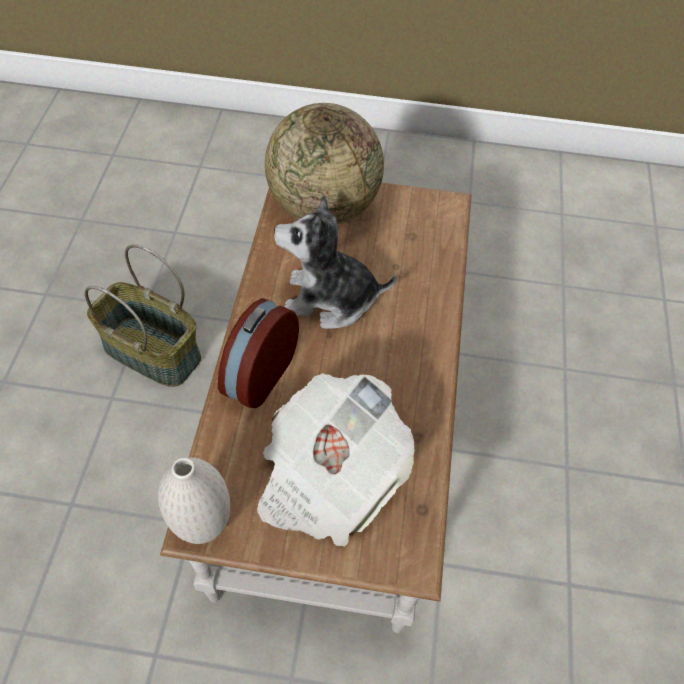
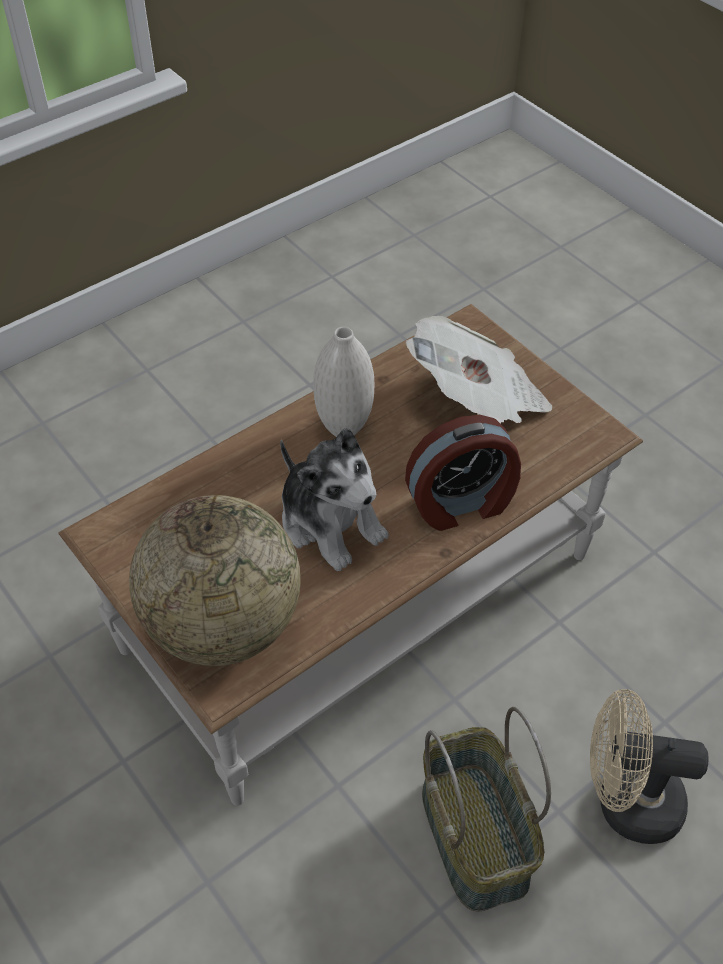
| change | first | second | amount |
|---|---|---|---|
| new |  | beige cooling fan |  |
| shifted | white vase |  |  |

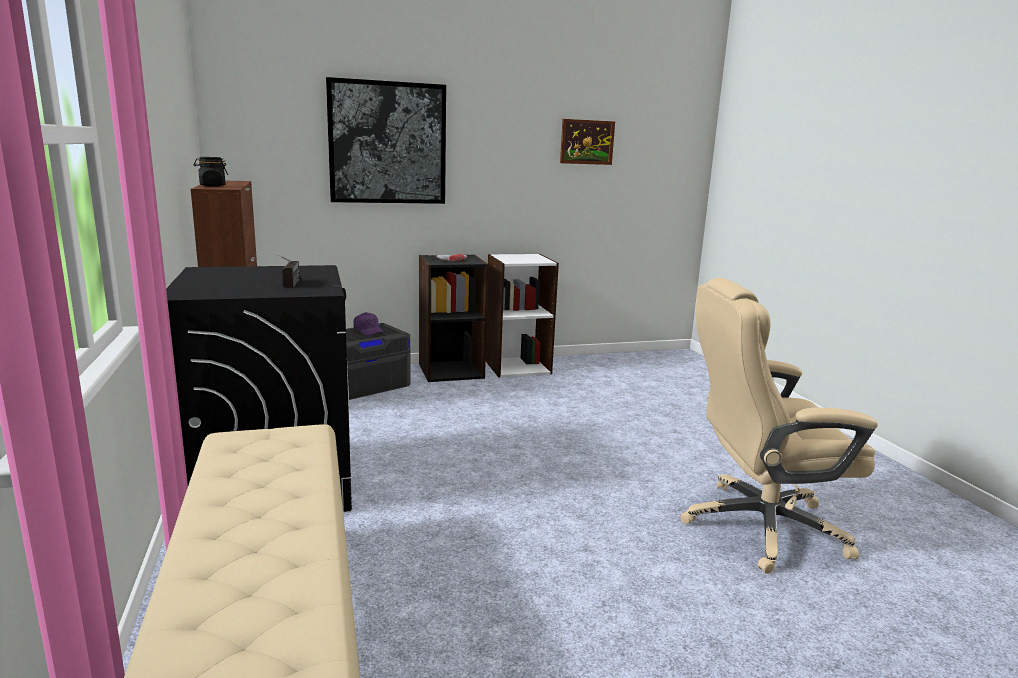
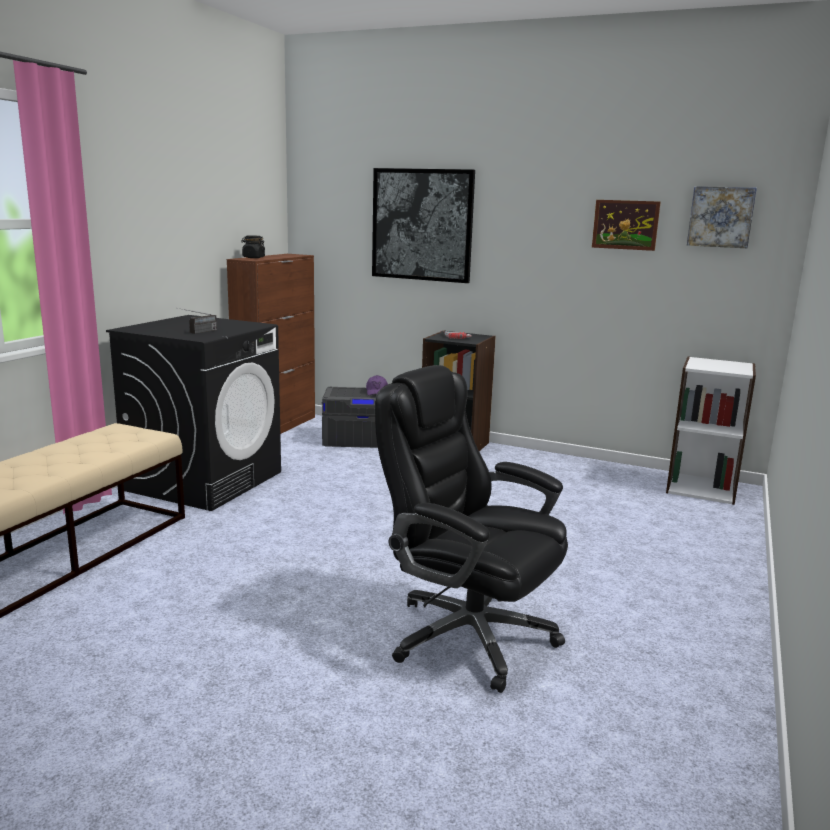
| change | first | second | amount |
|---|---|---|---|
| new |  | wall art (no. 3 from left) |  |
| shifted | white bookcase |  |  |
| repainted | beige computer chair | black computer chair |  |

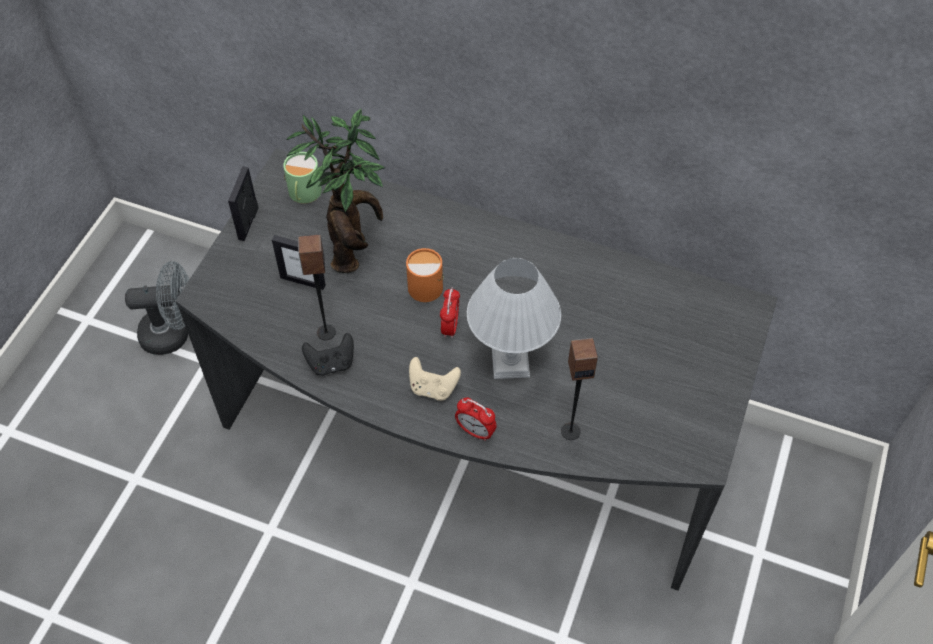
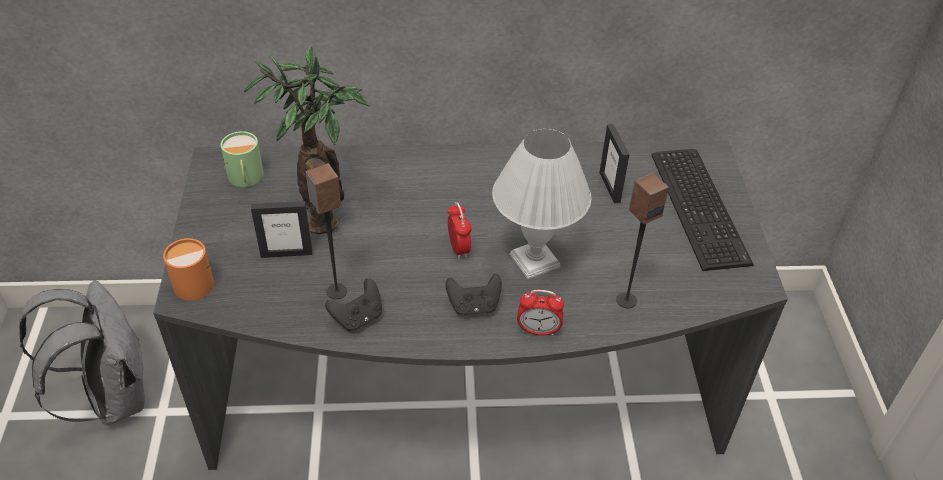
| change | first | second | amount |
|---|---|---|---|
| new |  | PC keyboard |  |
| shifted | picture frame (no. 1 from left in the first image) | picture frame (no. 2 from left) |  |
| shifted | orange mug |  |  |
| swapped | grey cooling fan | grey backpack |  |
| repainted | beige gamepad | black gamepad (no. 2 from left) |  |

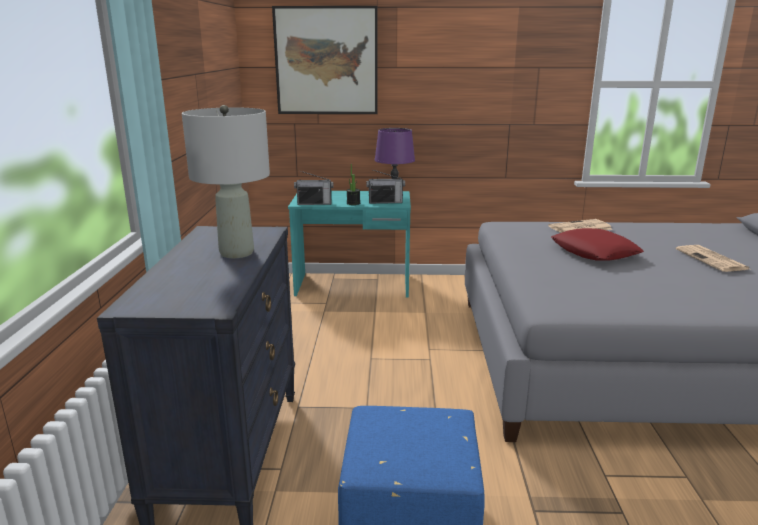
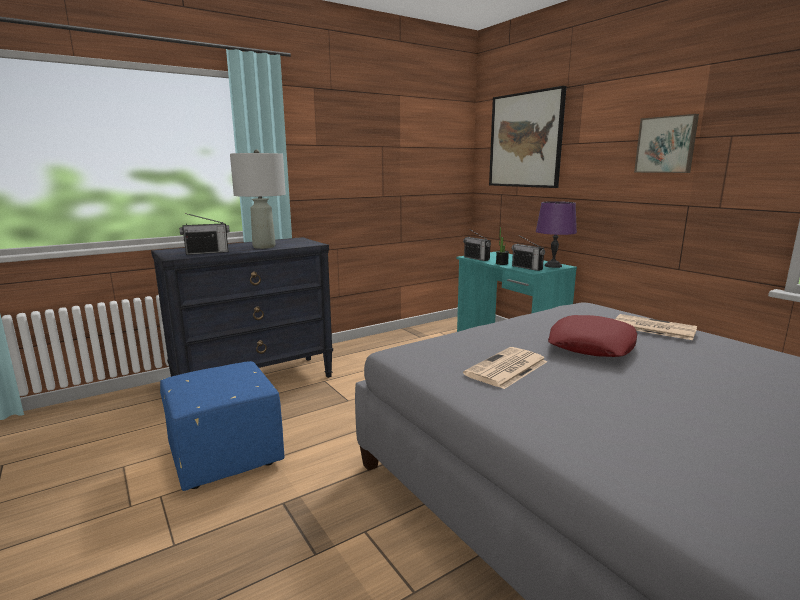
| change | first | second | amount |
|---|---|---|---|
| new |  | radio (no. 1 from left) |  |
| new |  | wall art (no. 2 from left) |  |
| shifted | printed paper (no. 2 from left in the first image) | printed paper (no. 1 from left) |  |

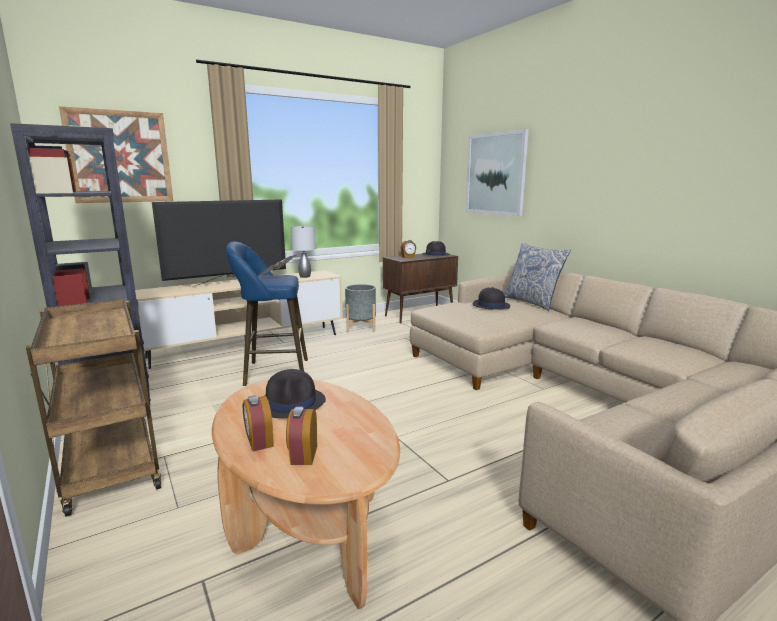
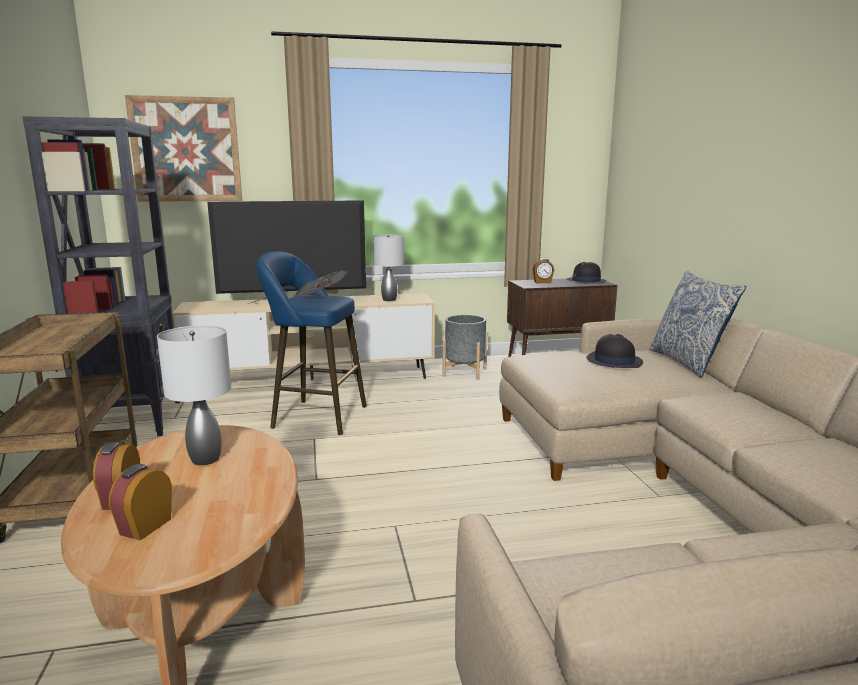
| change | first | second | amount |
|---|---|---|---|
| gone | wall art (no. 2 from left) |  |  |
| swapped | black clothing hat (no. 1 from left) | grey lamp for a table (no. 1 from left) |  |

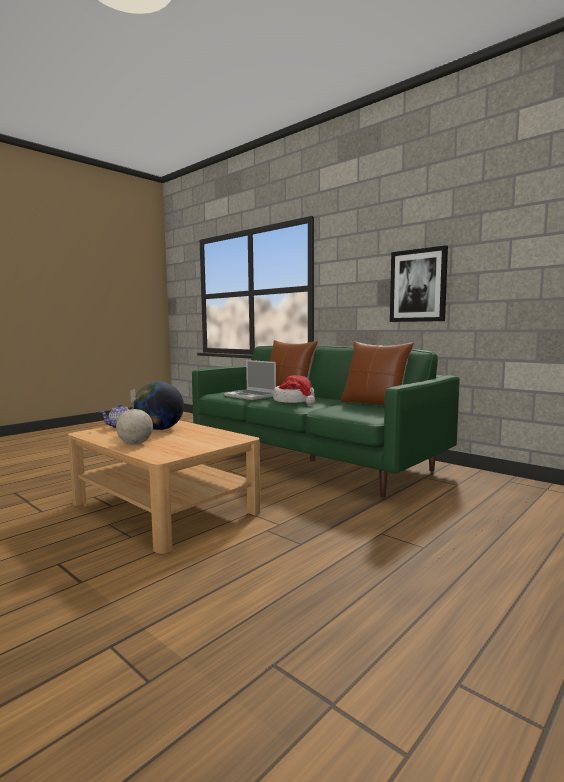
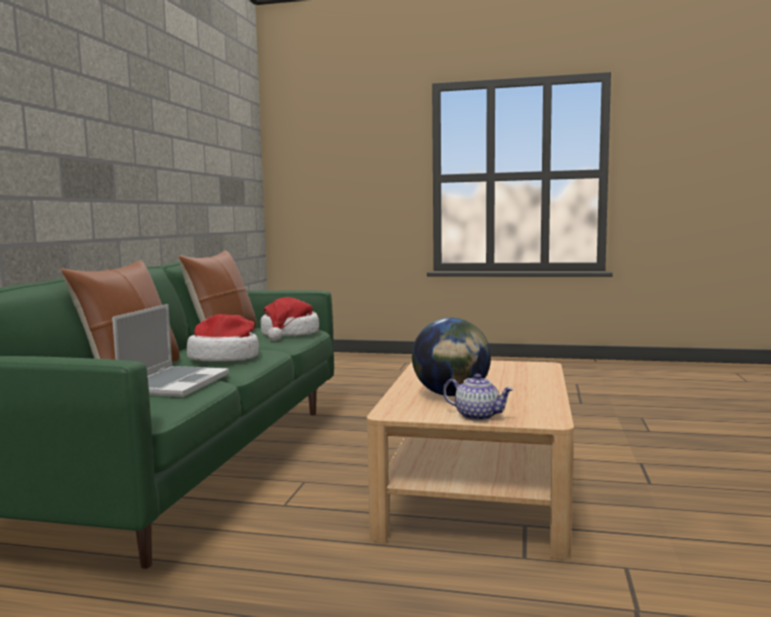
| change | first | second | amount |
|---|---|---|---|
| gone | globe (no. 1 from left) |  |  |
| gone | wall art |  |  |
| new |  | clothing hat (no. 2 from left) |  |

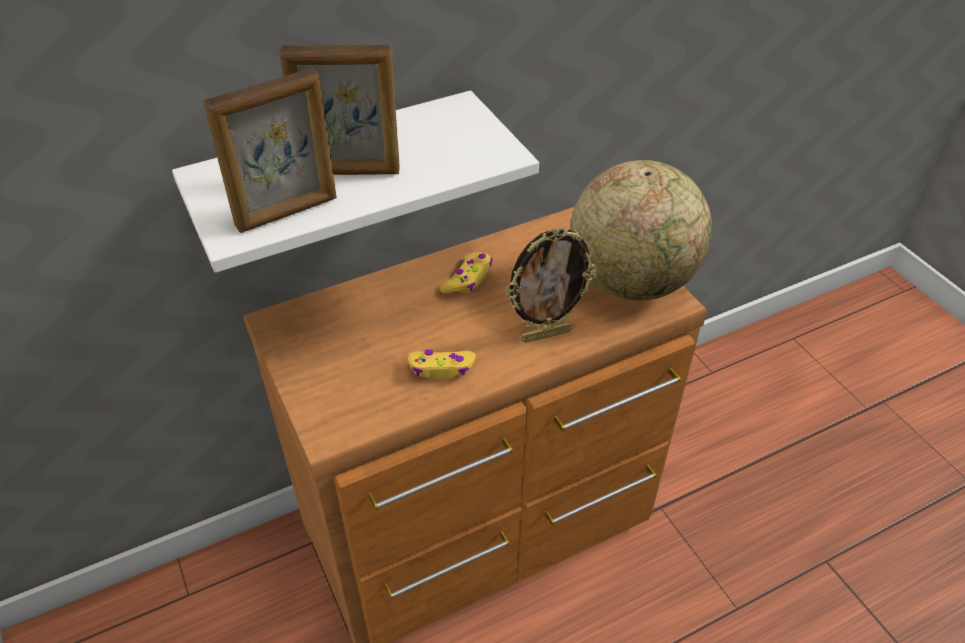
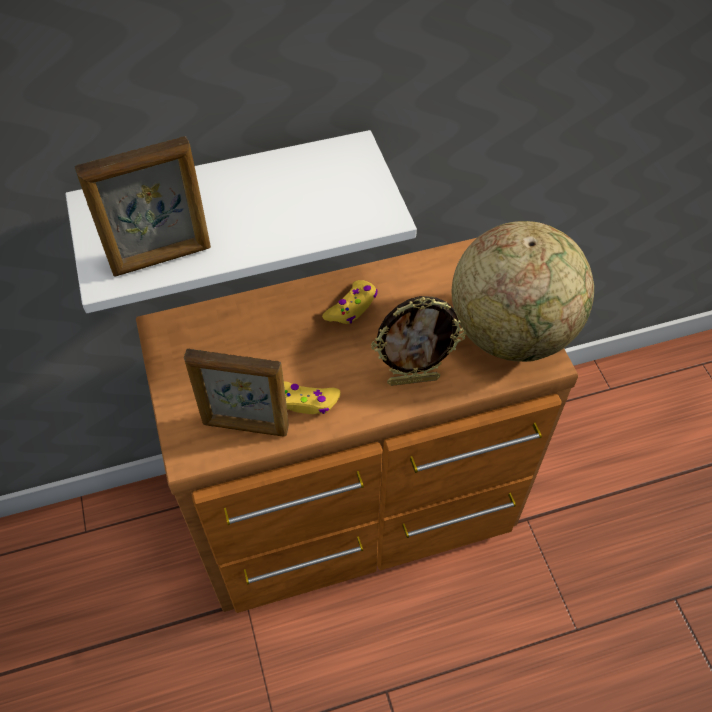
| change | first | second | amount |
|---|---|---|---|
| shifted | picture frame (no. 2 from left) |  |  |

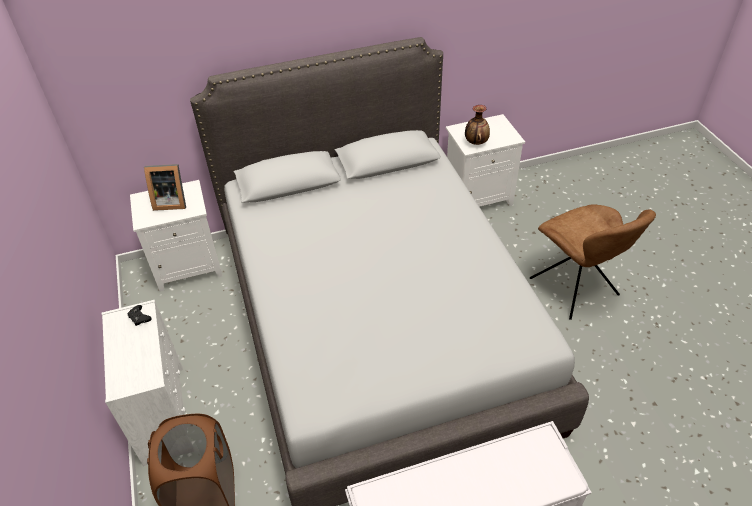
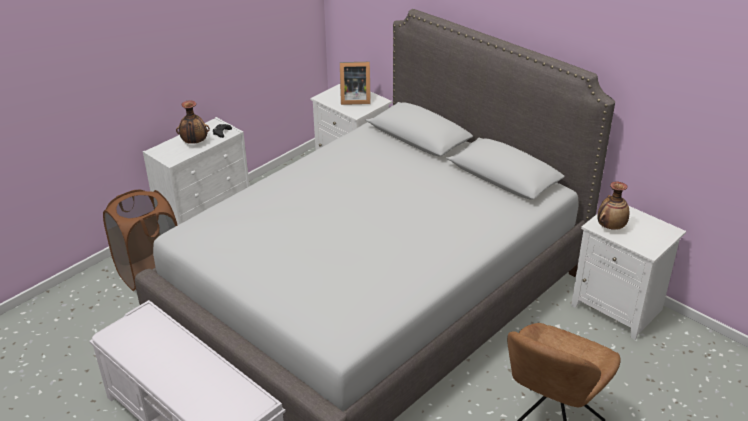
| change | first | second | amount |
|---|---|---|---|
| new |  | vase (no. 1 from left) |  |
| rotated | picture frame |  | 60 degrees counterclockwise |

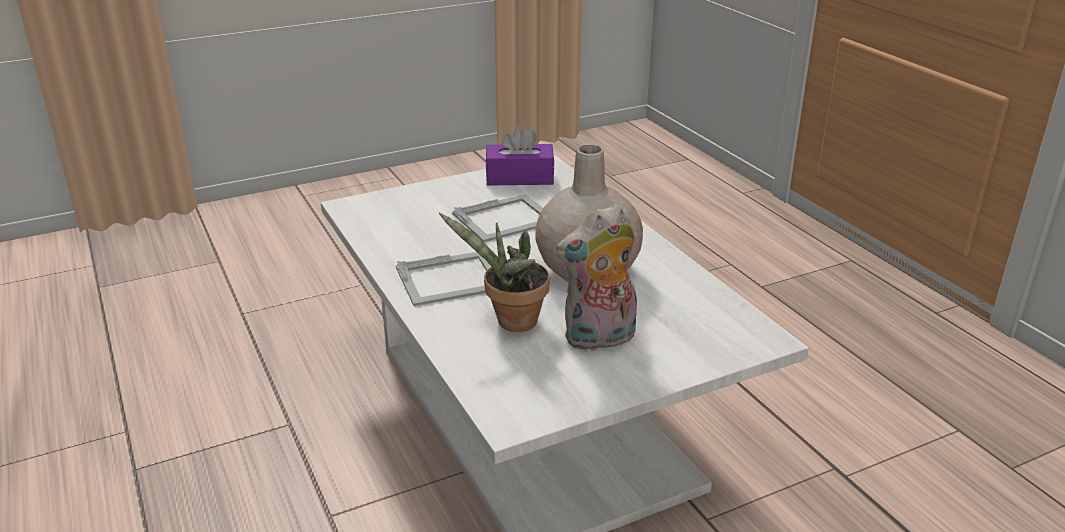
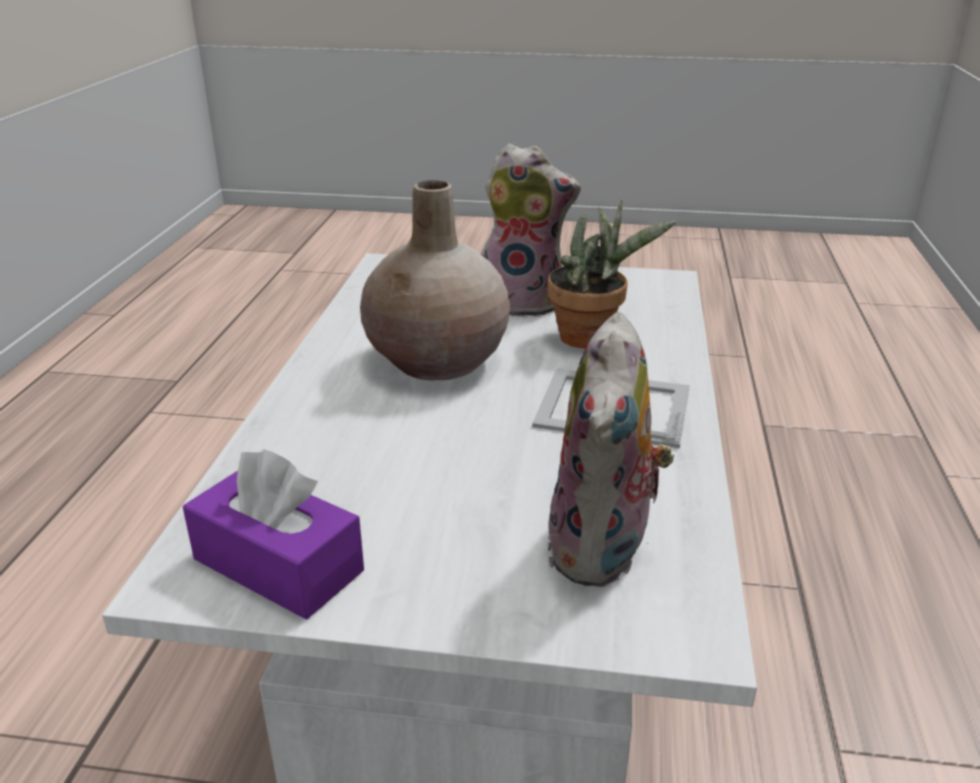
| change | first | second | amount |
|---|---|---|---|
| gone | picture frame (no. 2 from left) |  |  |
| new |  | plush toy (no. 2 from left) |  |

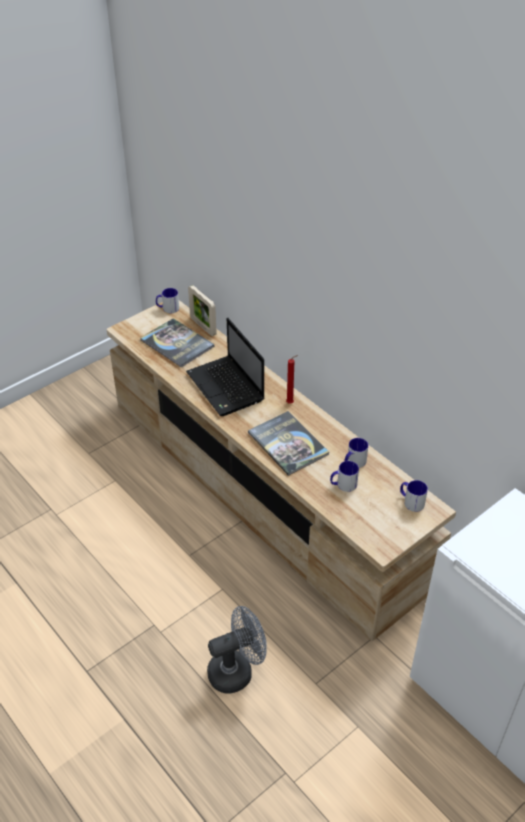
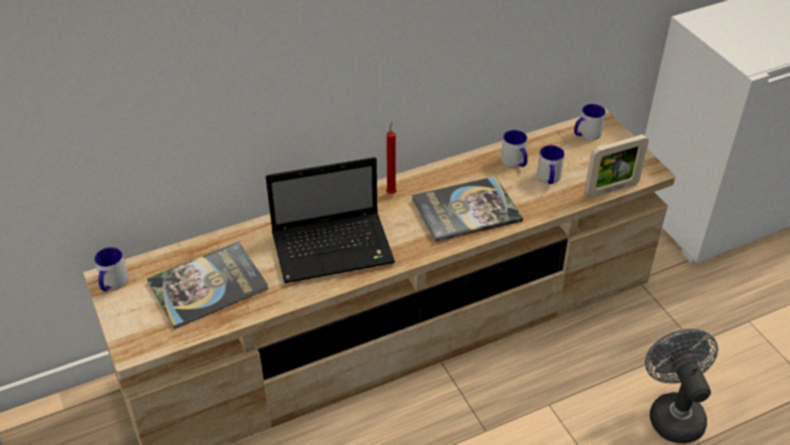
| change | first | second | amount |
|---|---|---|---|
| shifted | picture frame |  |  |

